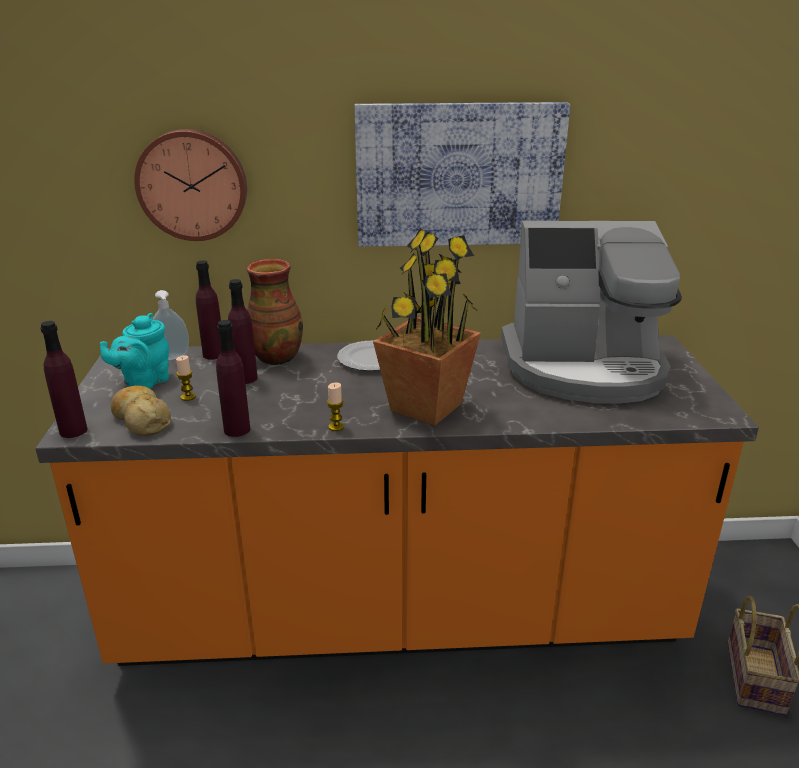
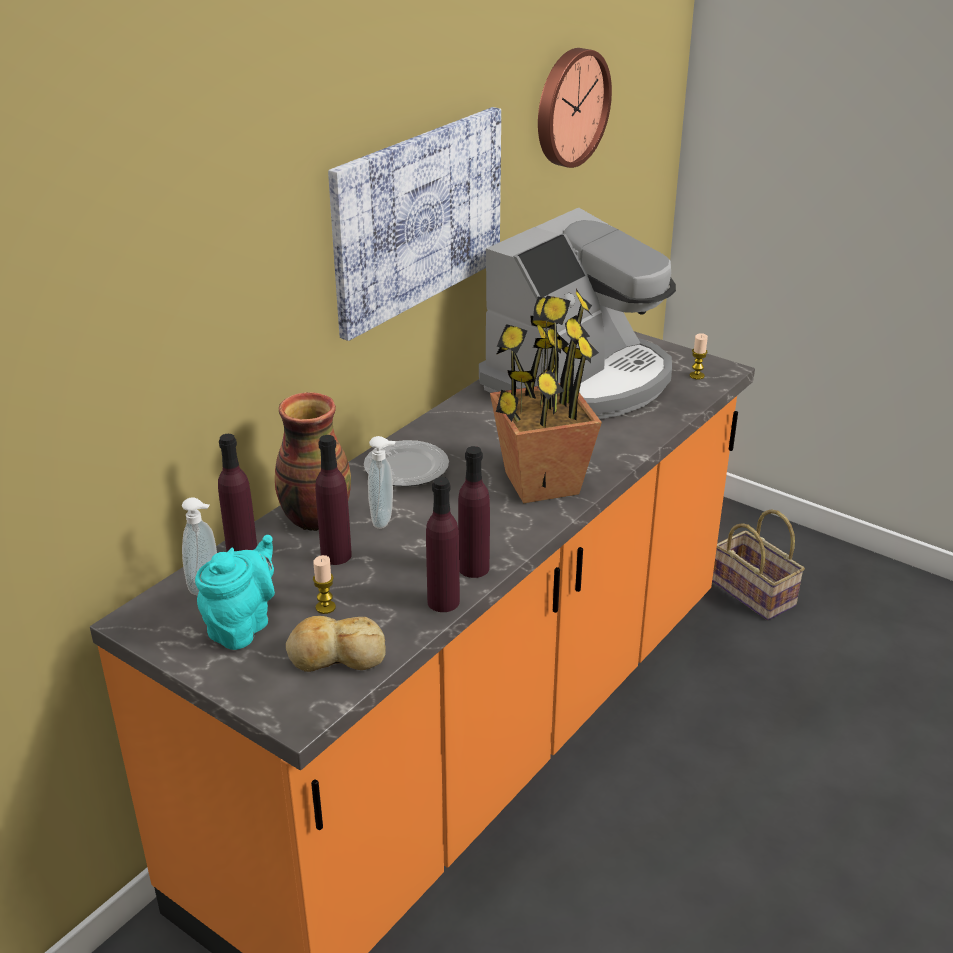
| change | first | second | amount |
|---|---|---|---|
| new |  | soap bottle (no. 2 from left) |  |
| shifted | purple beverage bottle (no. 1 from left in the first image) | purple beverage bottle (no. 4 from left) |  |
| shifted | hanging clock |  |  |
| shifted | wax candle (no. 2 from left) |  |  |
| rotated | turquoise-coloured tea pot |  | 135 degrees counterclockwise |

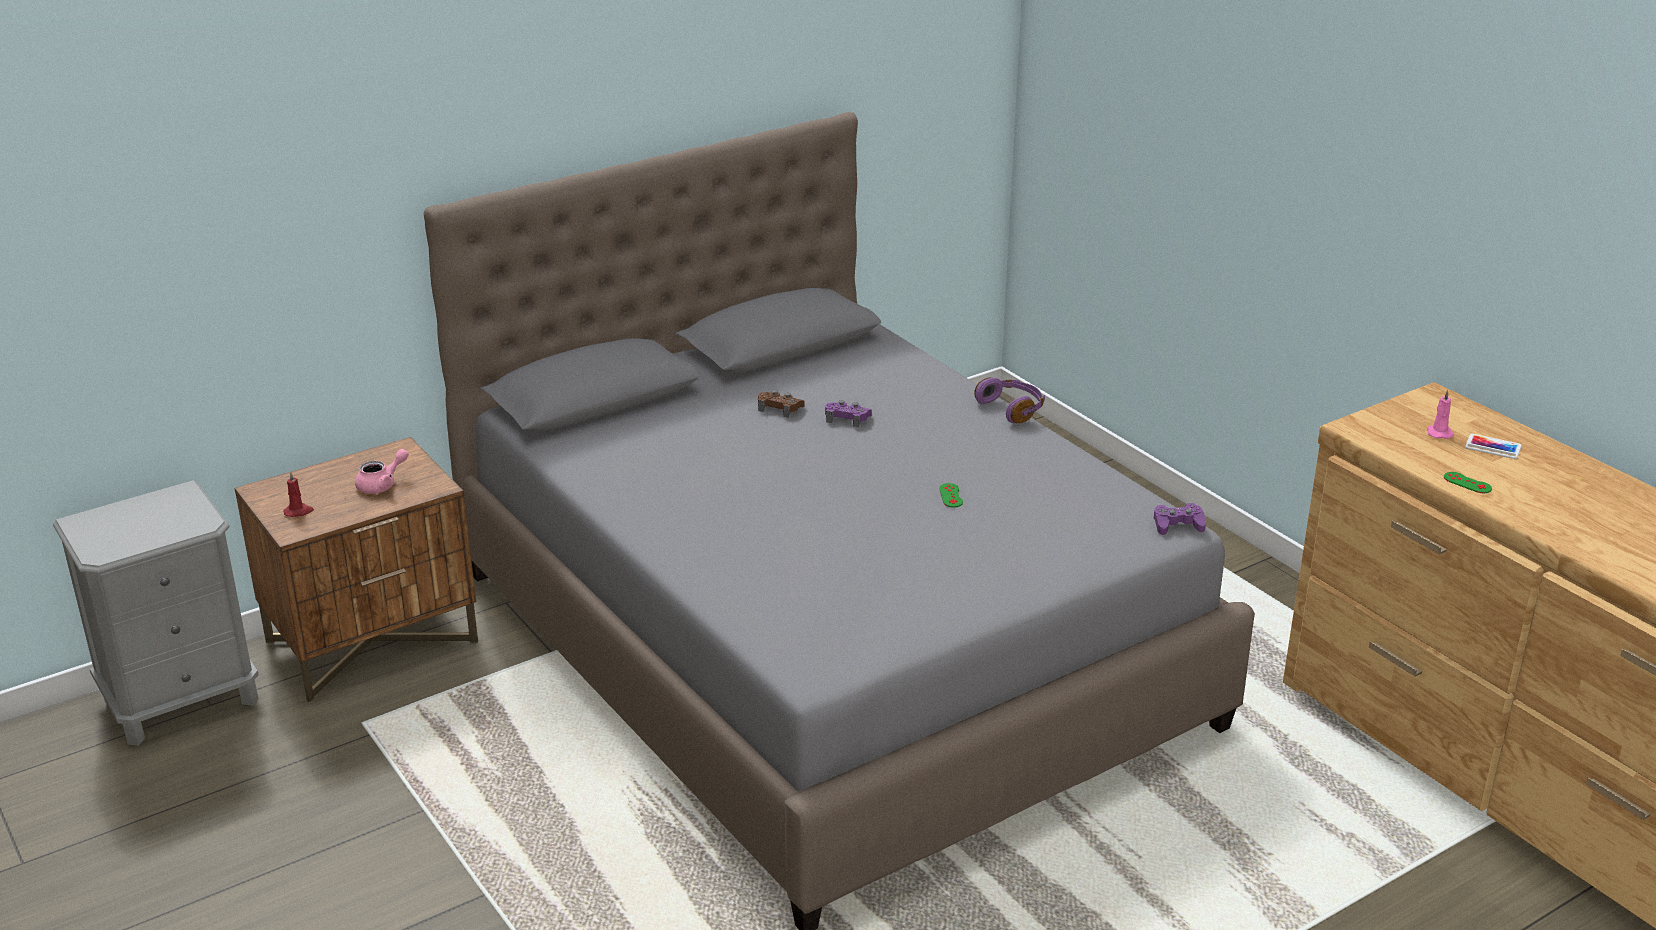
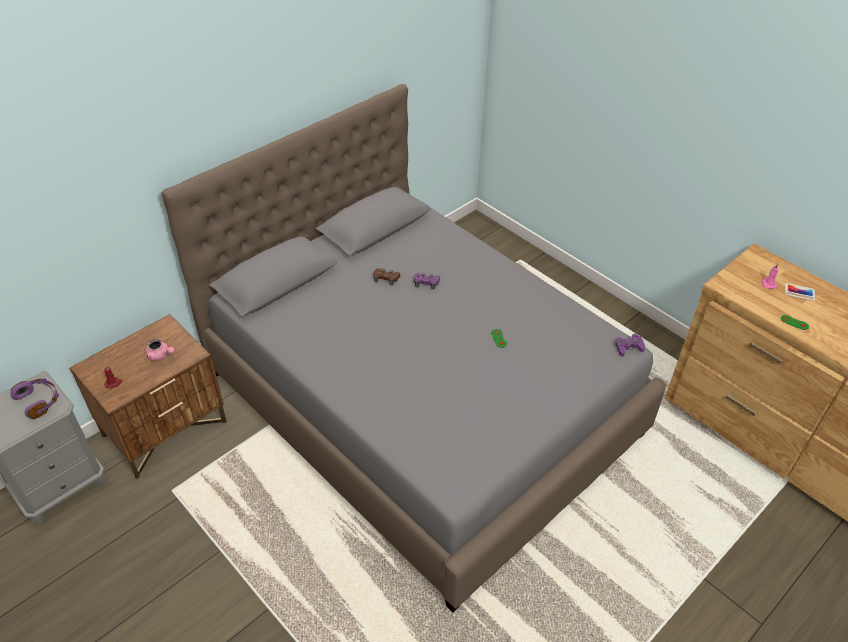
| change | first | second | amount |
|---|---|---|---|
| shifted | purple headset |  |  |
| rotated | pink tea pot |  | 75 degrees clockwise |

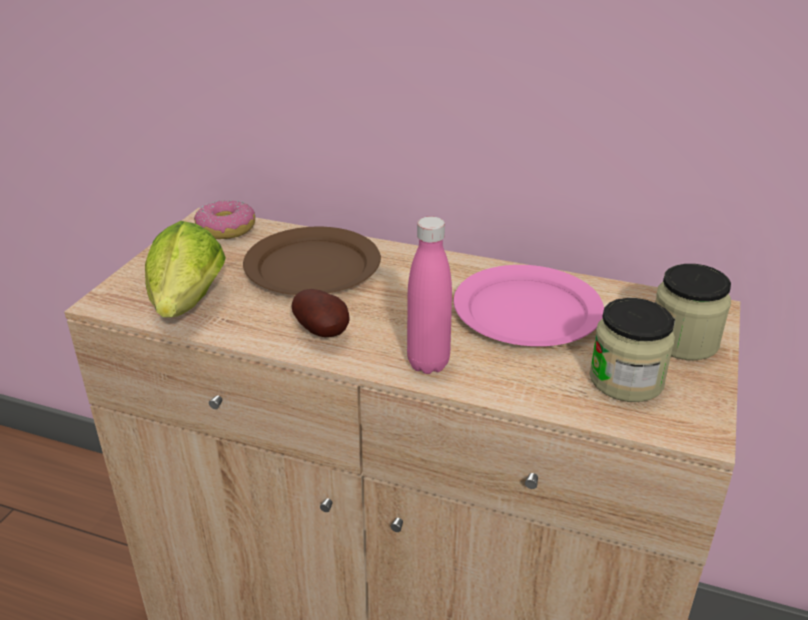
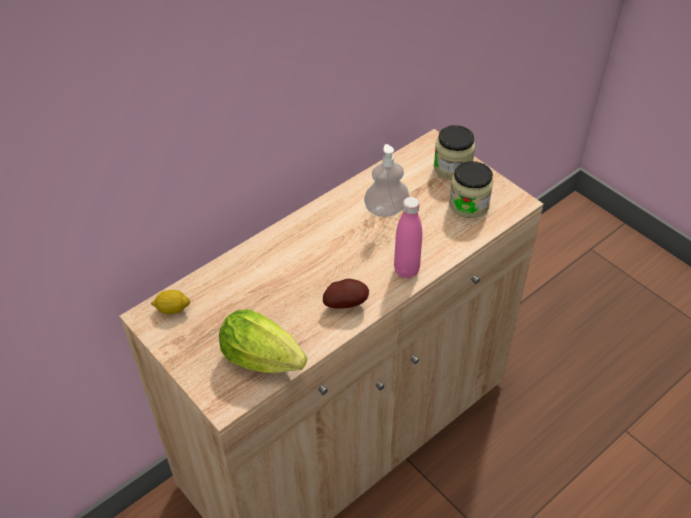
| change | first | second | amount |
|---|---|---|---|
| gone | brown-coloured dinner plate |  |  |
| swapped | doughnut | lemon |  |
| swapped | pink dinner plate | soap bottle |  |

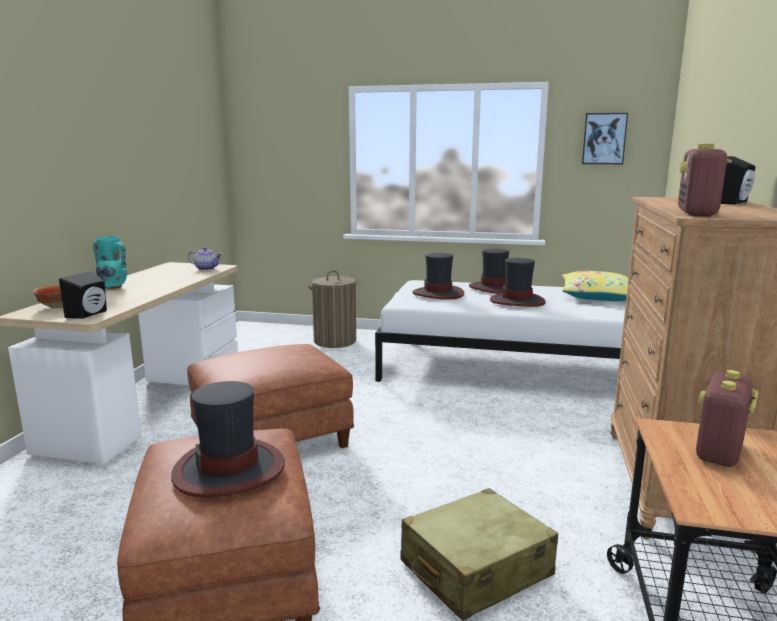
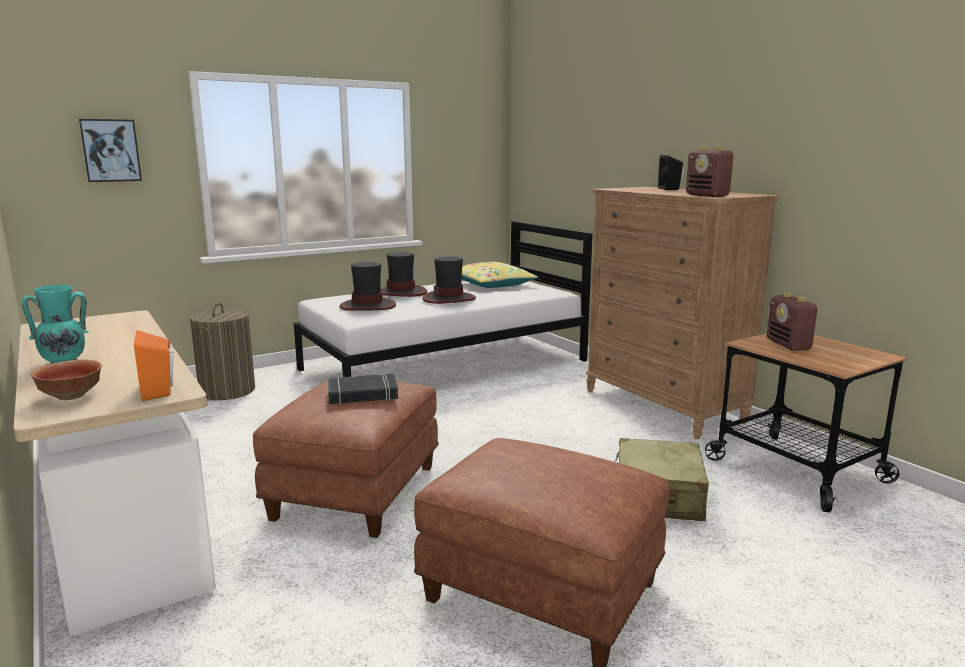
| change | first | second | amount |
|---|---|---|---|
| gone | clothing hat (no. 1 from left) |  |  |
| gone | tea pot |  |  |
| new |  | black volume |  |
| shifted | wall art |  |  |
| repainted | black speaker (no. 1 from left) | orange speaker |  |

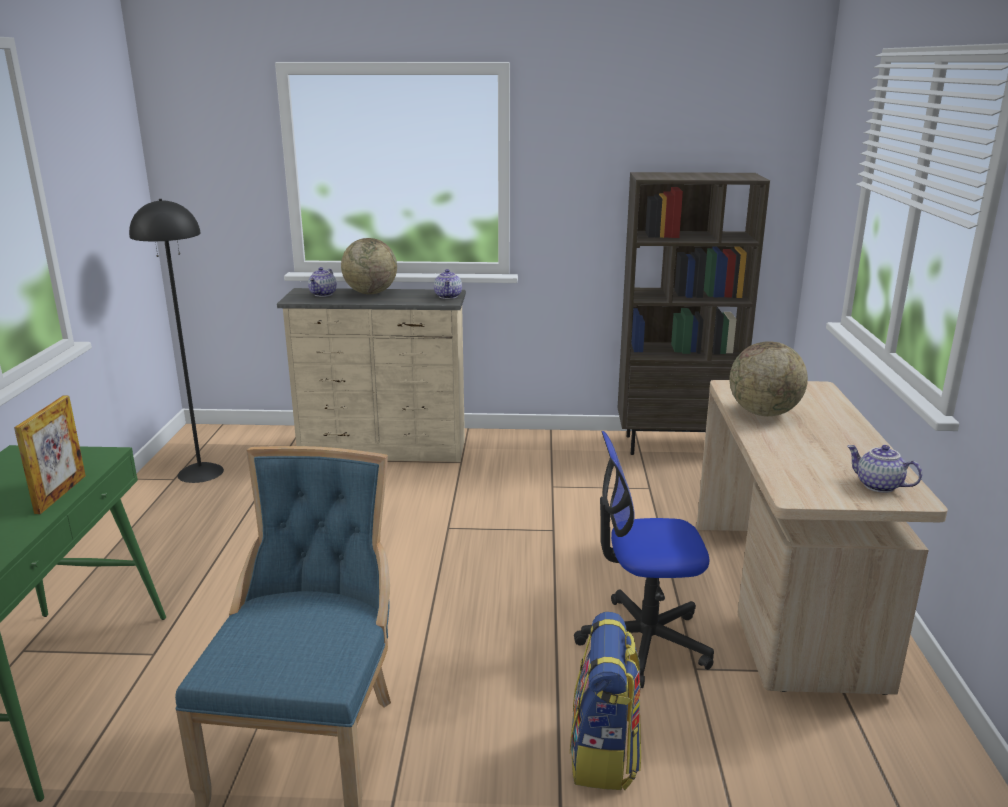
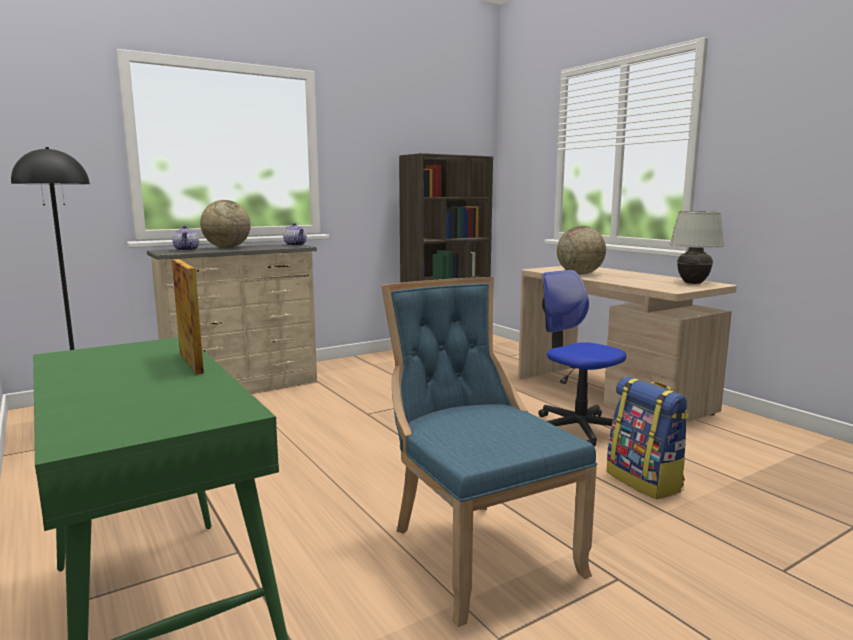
| change | first | second | amount |
|---|---|---|---|
| swapped | tea pot (no. 3 from left) | white lamp for a table |  |
| rotated | computer chair |  | 90 degrees clockwise |

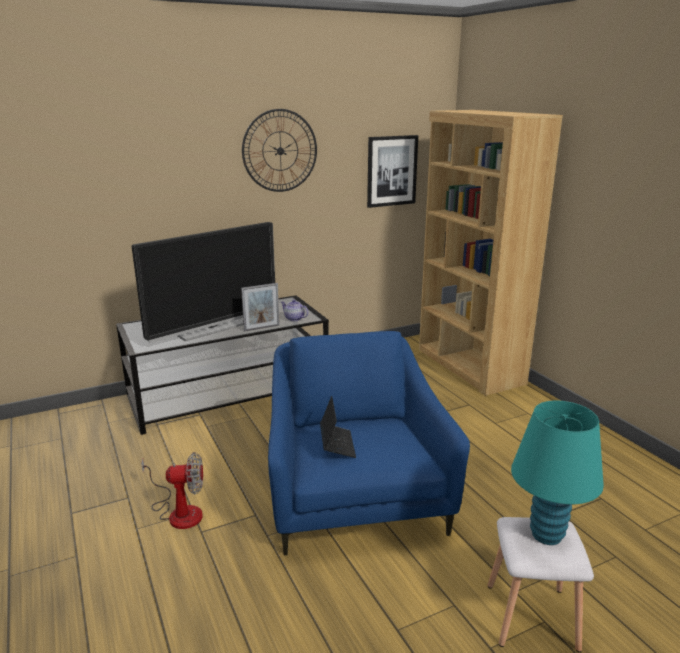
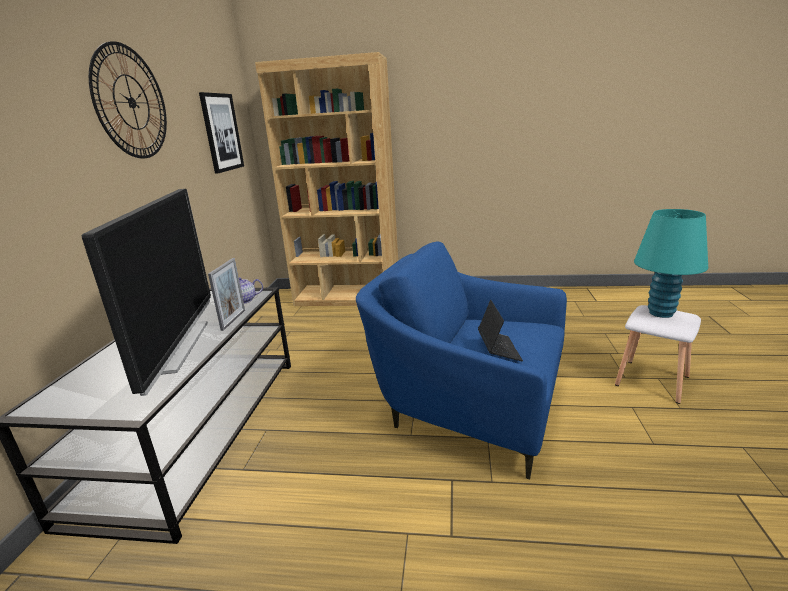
| change | first | second | amount |
|---|---|---|---|
| gone | cooling fan |  |  |
| rotated | portable computer |  | 60 degrees clockwise |

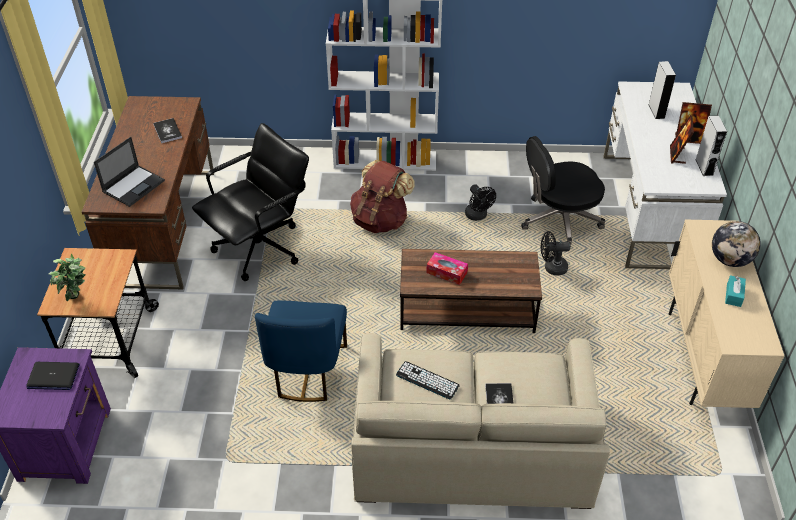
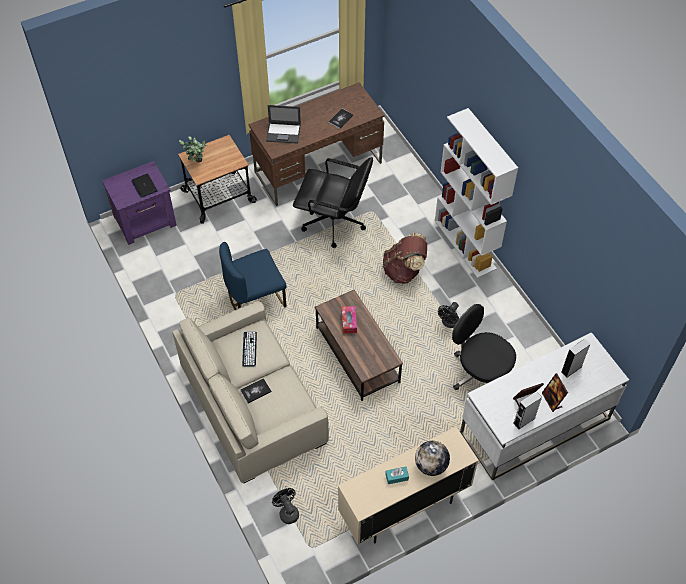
| change | first | second | amount |
|---|---|---|---|
| shifted | black cooling fan (no. 2 from left in the first image) | black cooling fan (no. 1 from left) |  |

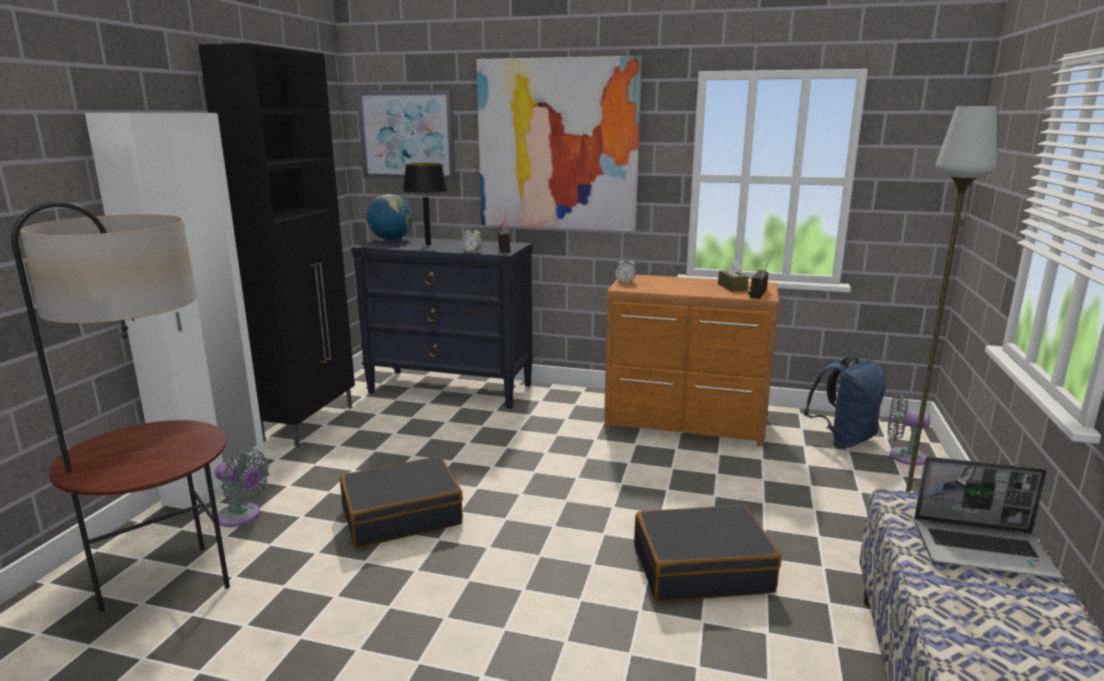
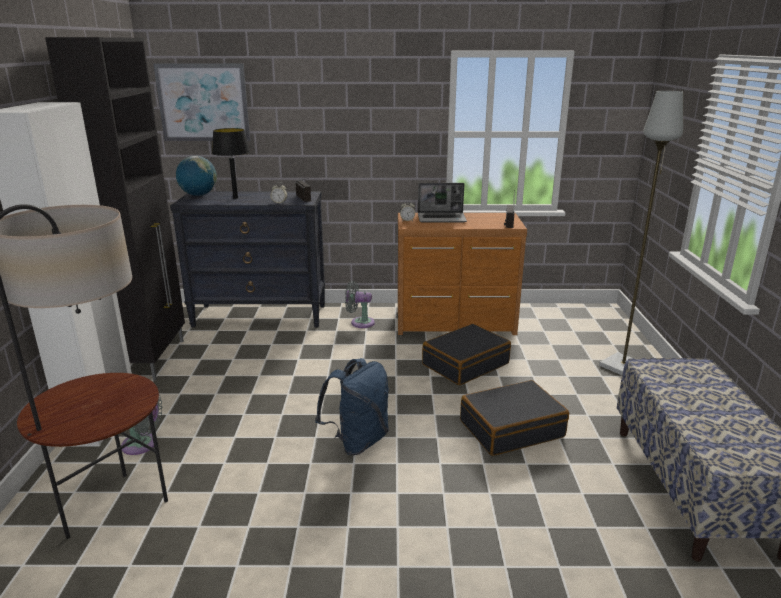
| change | first | second | amount |
|---|---|---|---|
| gone | wall art (no. 2 from left) |  |  |
| gone | brown-coloured tissue box |  |  |
| shifted | black piece of luggage (no. 1 from left) |  |  |
| shifted | bluish backpack |  |  |
| shifted | grey cooling fan (no. 2 from left) |  |  |
| shifted | portable computer |  |  |

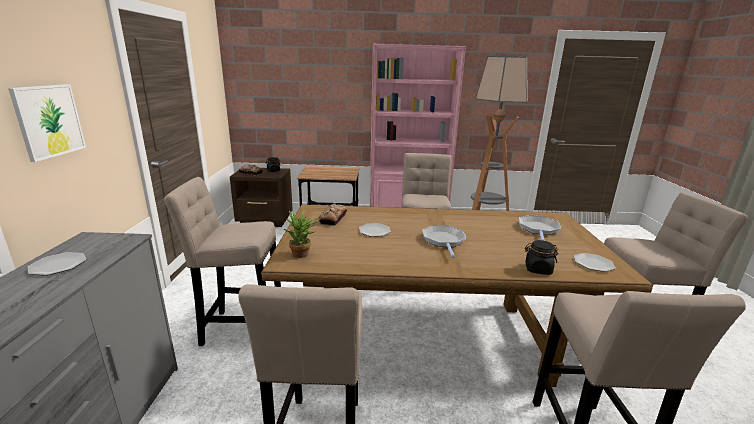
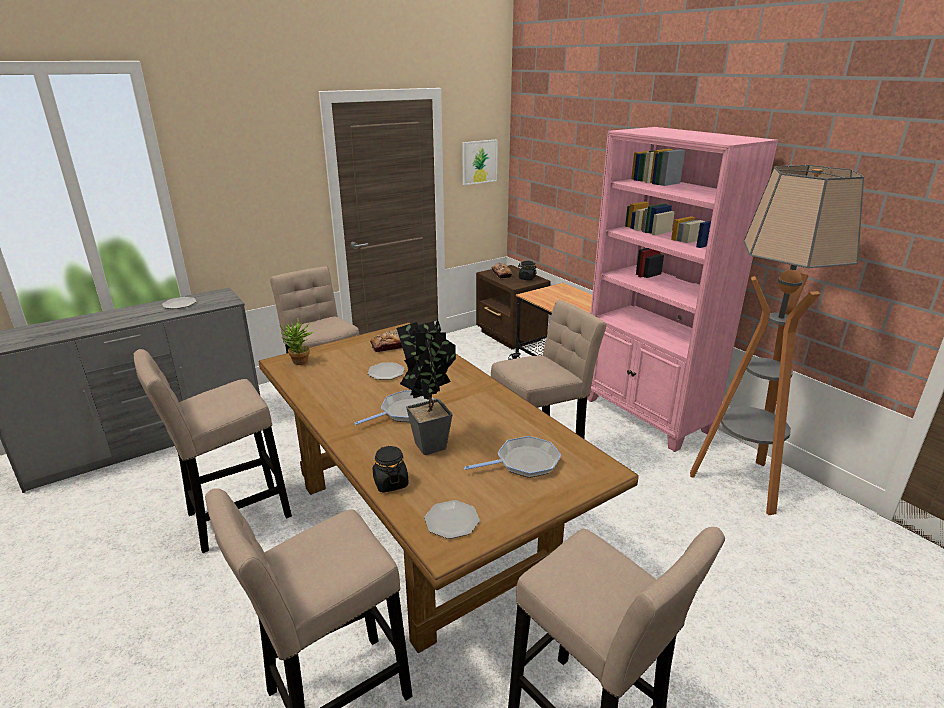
| change | first | second | amount |
|---|---|---|---|
| new |  | plant in a pot (no. 2 from left) |  |
| shifted | wall art |  |  |

